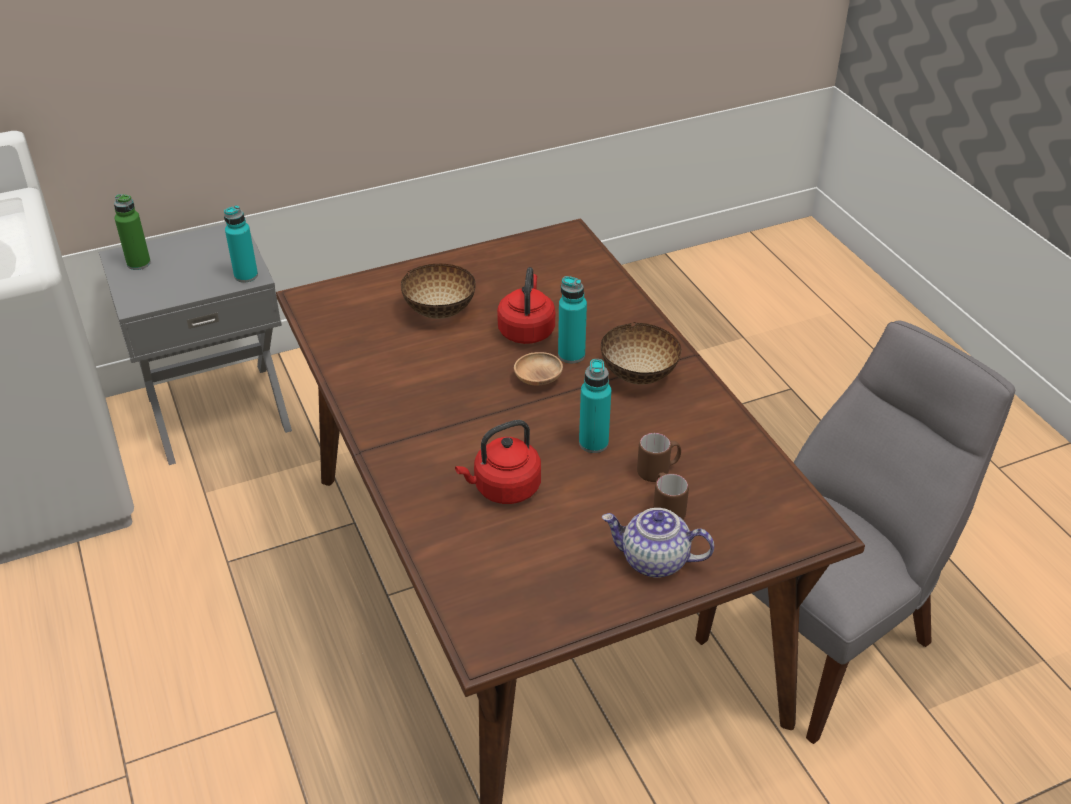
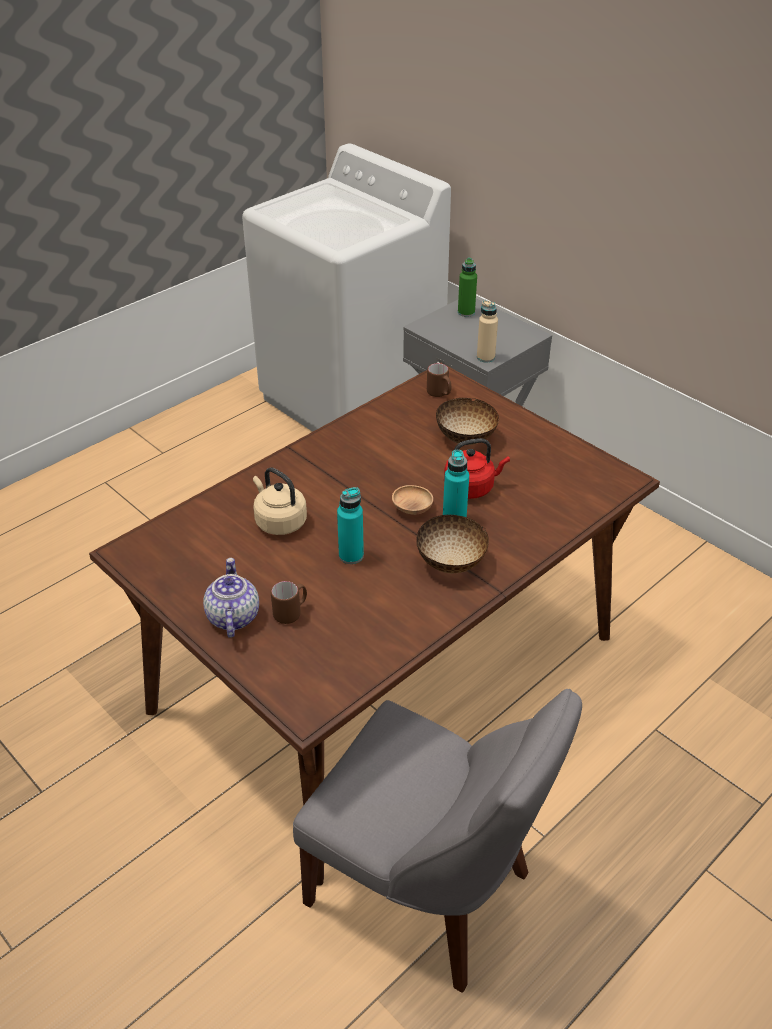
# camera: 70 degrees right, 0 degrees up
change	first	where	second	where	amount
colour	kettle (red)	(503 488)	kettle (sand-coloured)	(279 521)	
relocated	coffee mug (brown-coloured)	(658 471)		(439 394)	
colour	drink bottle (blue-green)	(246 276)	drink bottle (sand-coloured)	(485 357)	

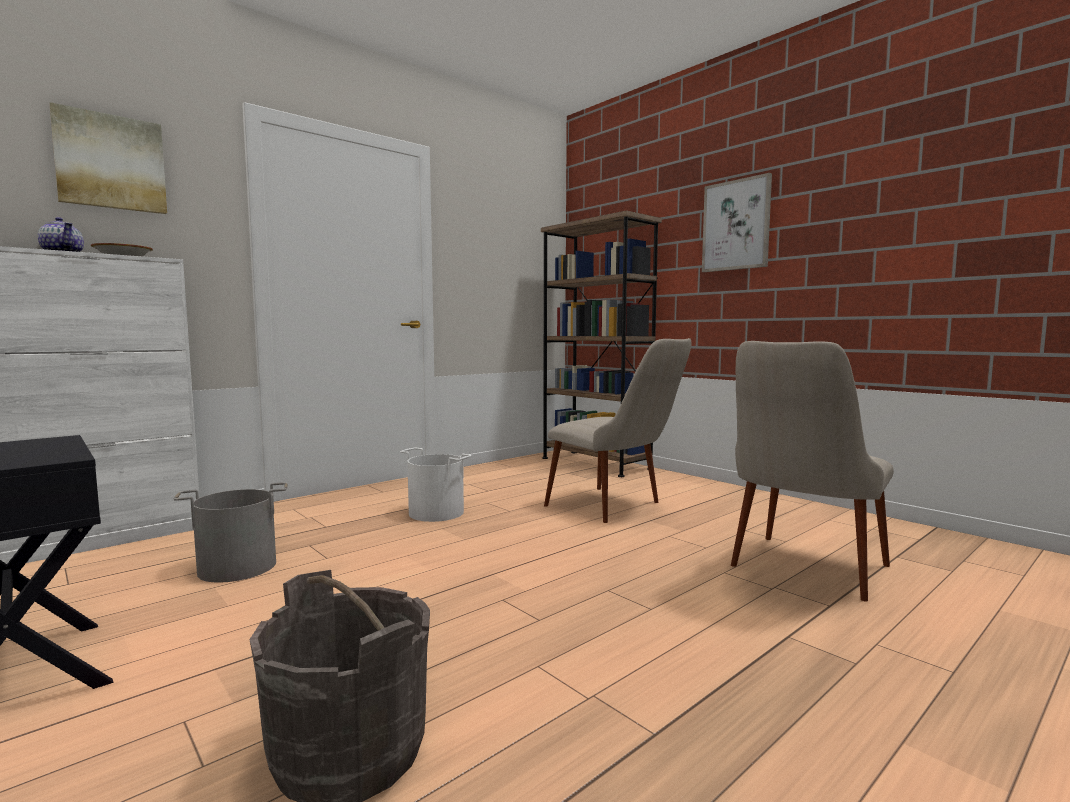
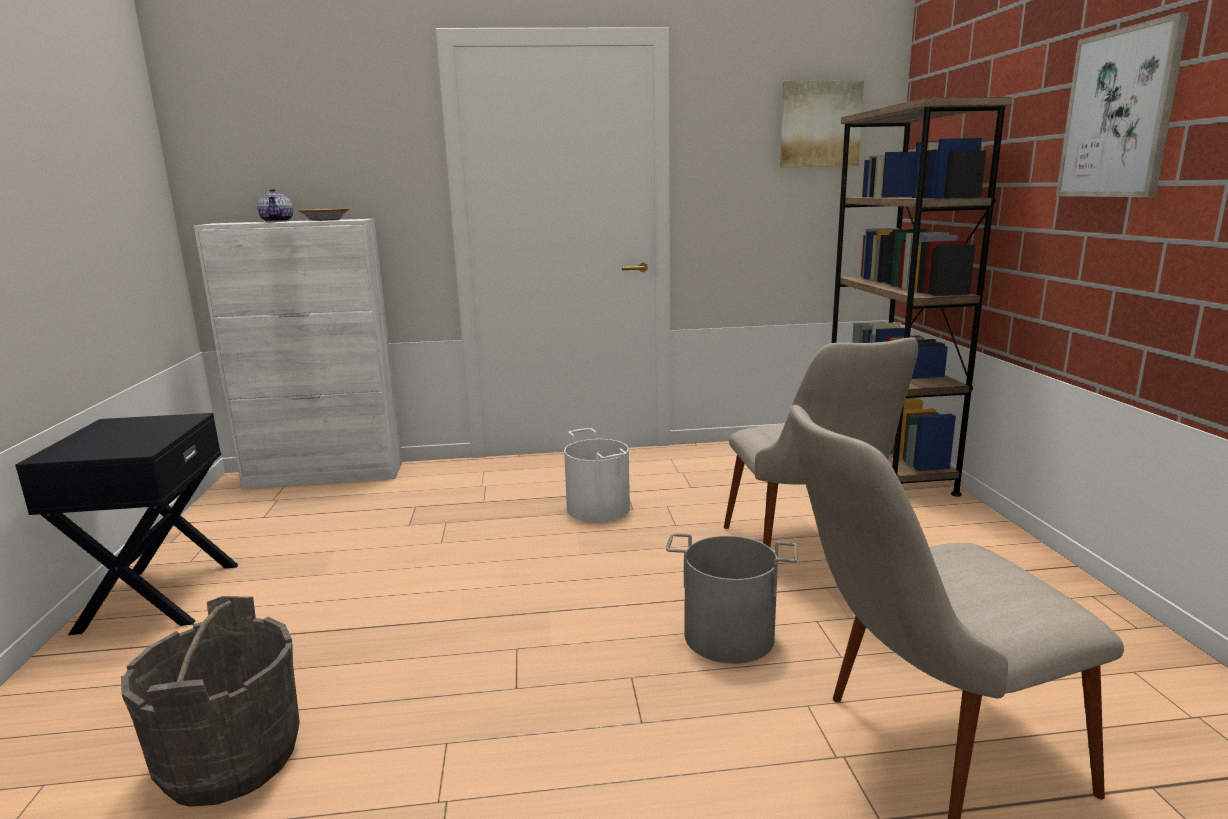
# camera: 35 degrees right, 10 degrees up
change	first	where	second	where	amount
relocated	bucket (grey)	(237 567)		(729 637)	
relocated	wall art	(111 162)		(819 124)	

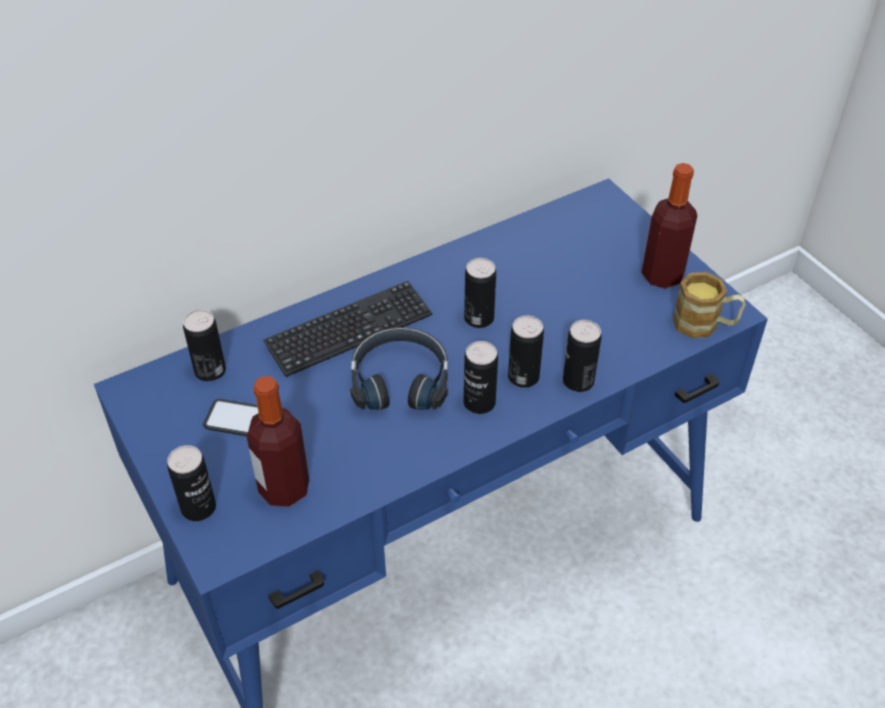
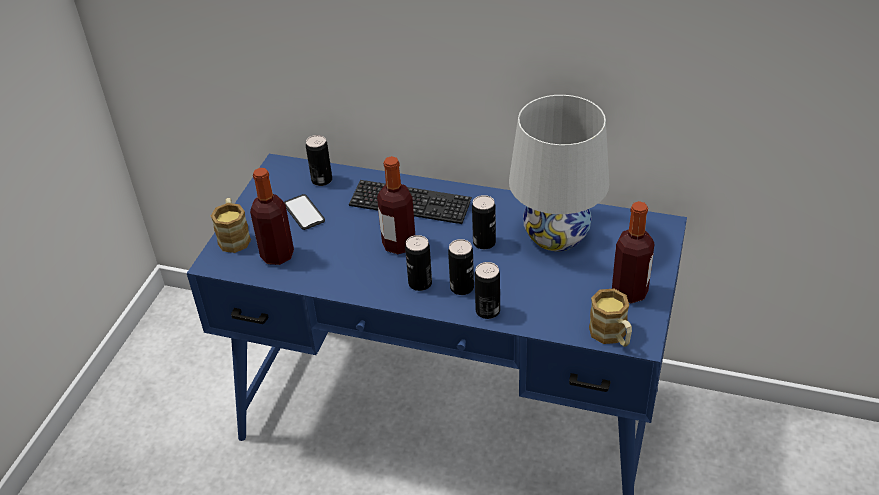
# camera: 50 degrees right, 5 degrees down
change	first	where	second	where	amount
exchanged	sealed can	(198 508)	coffee mug	(234 236)	
exchanged	headphones (black)	(400 379)	drink bottle	(399 244)	
appeared			lamp for a table (white)	(556 235)	

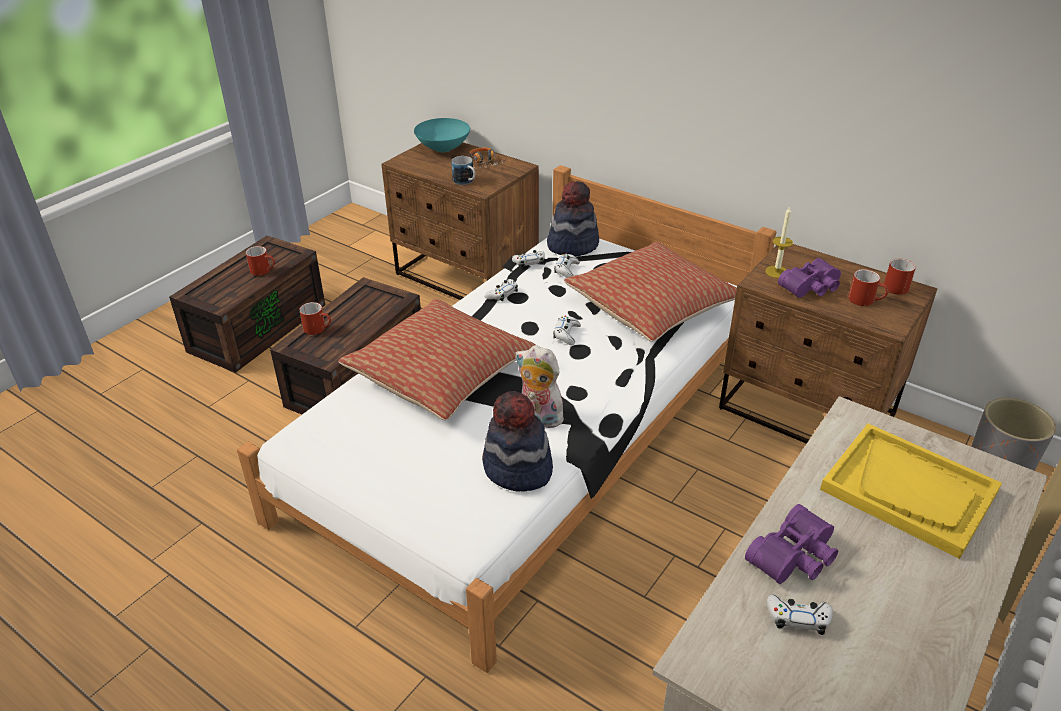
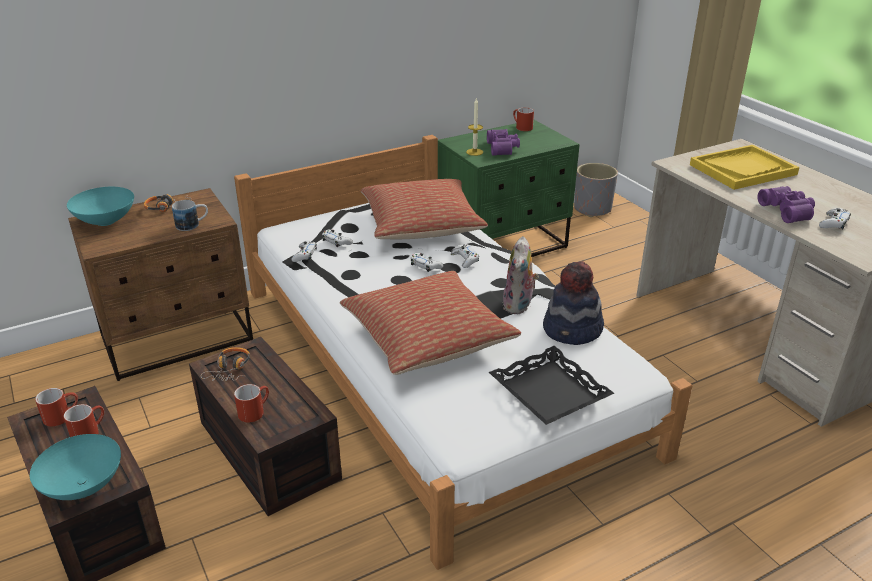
# camera: 65 degrees left, 5 degrees down
change	first	where	second	where	amount
appeared			serving bowl (blue-green)	(84 485)	
relocated	coffee mug (red)	(866 300)		(62 415)	
appeared			headphones	(230 370)	
colour	night table (brown-coloured)	(806 413)	night table (green-coloured)	(504 246)	
relocated	joypad (white)	(502 294)		(465 259)	
appeared			tray (black)	(550 392)	
spun	soft toy	(538 417)		(519 306)	45 degrees counterclockwise
missing	hat	(572 244)			

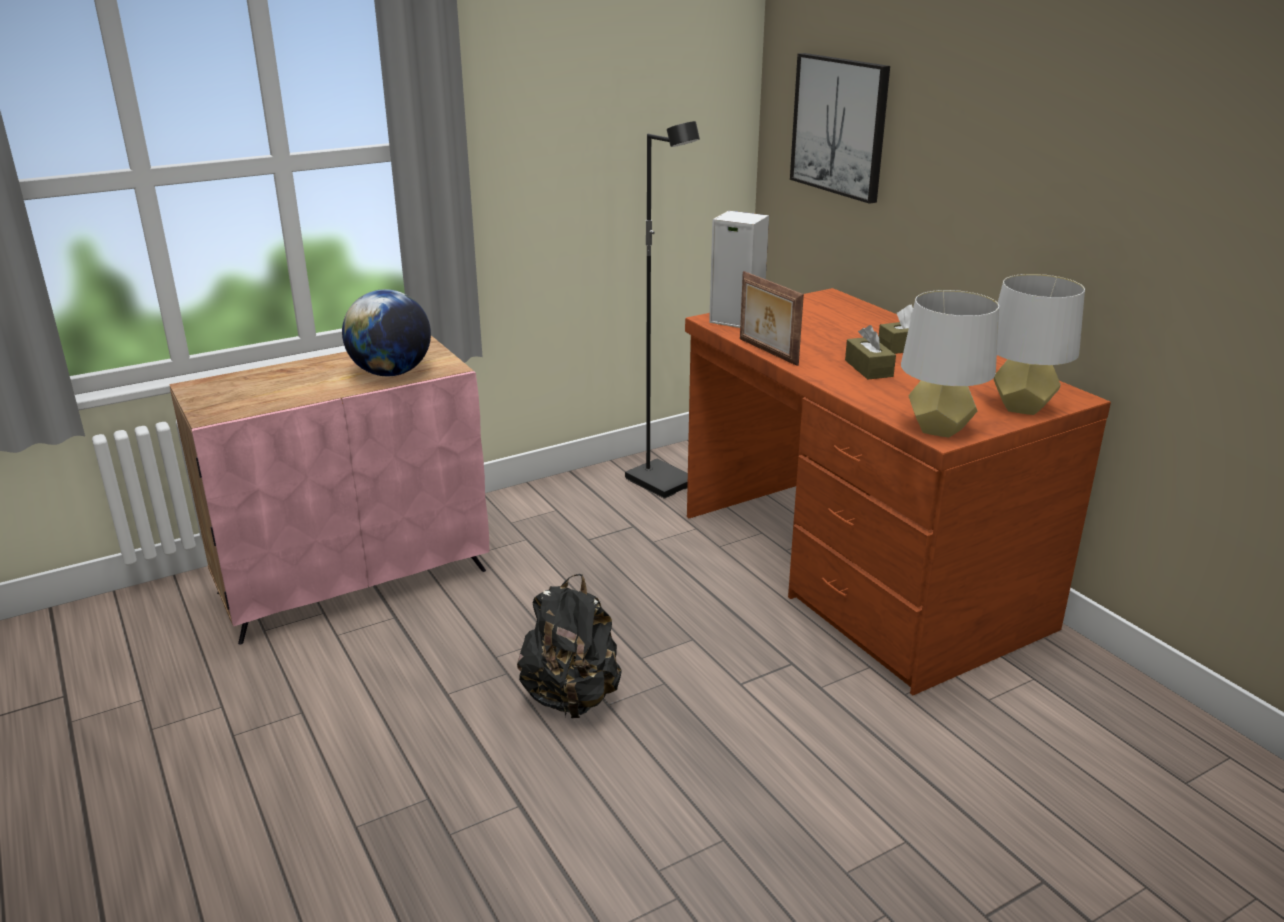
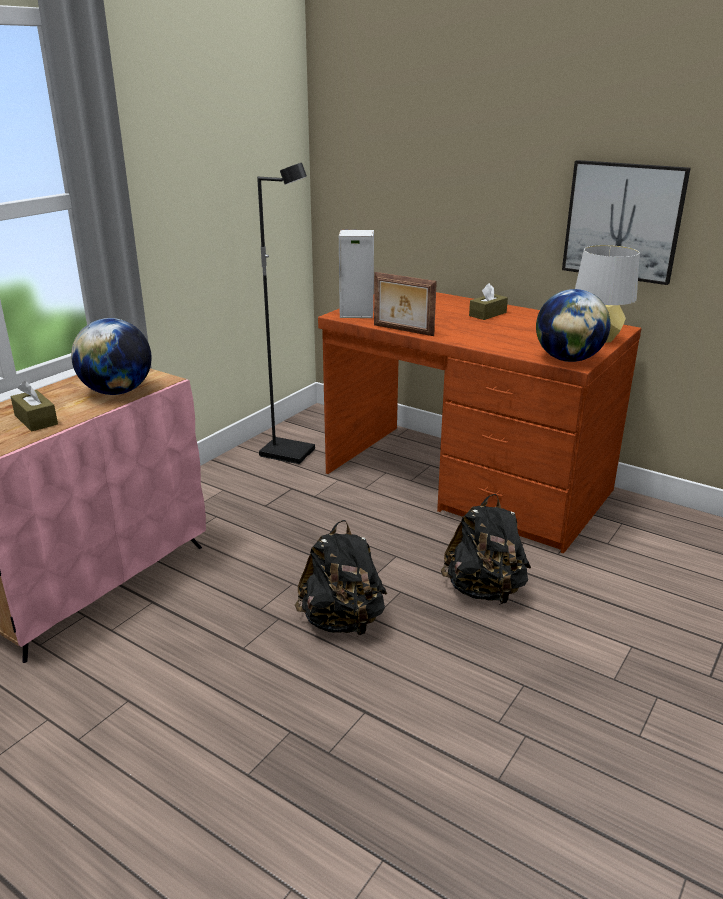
# camera: 25 degrees left, 0 degrees up
change	first	where	second	where	amount
relocated	tissue box (brown-coloured)	(868 368)		(36 420)	
appeared			rucksack (black)	(484 590)	
exchanged	lamp for a table (grey)	(939 428)	desk globe	(568 359)	
relocated	wall art	(840 126)		(623 221)	

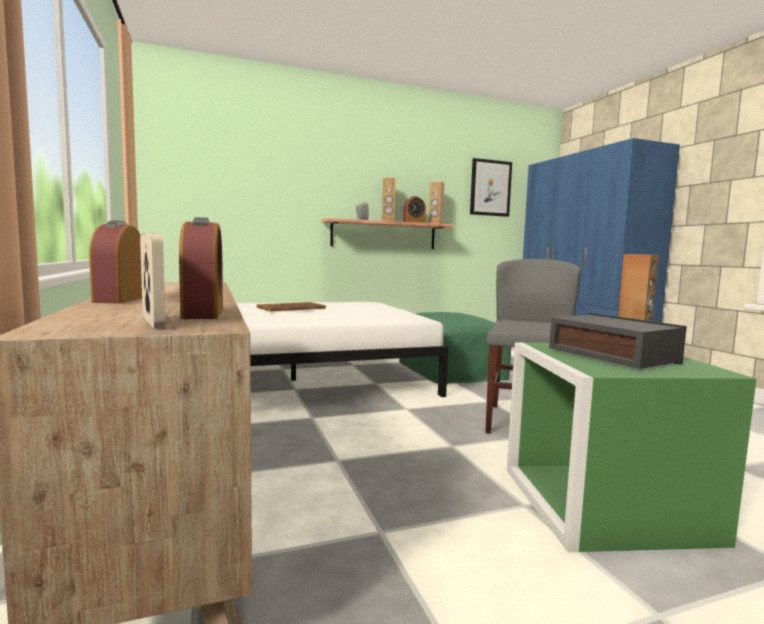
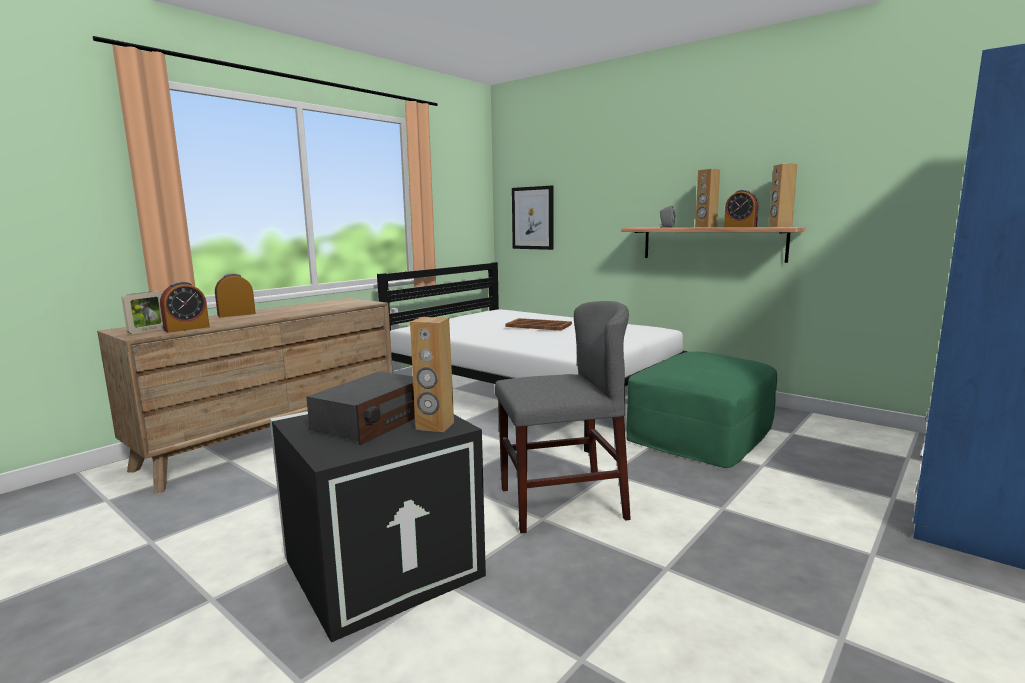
# camera: 60 degrees right, 5 degrees up
change	first	where	second	where	amount
colour	storage box (green-coloured)	(600 502)	storage box (black)	(383 564)	
relocated	wall art	(490 188)		(533 218)	

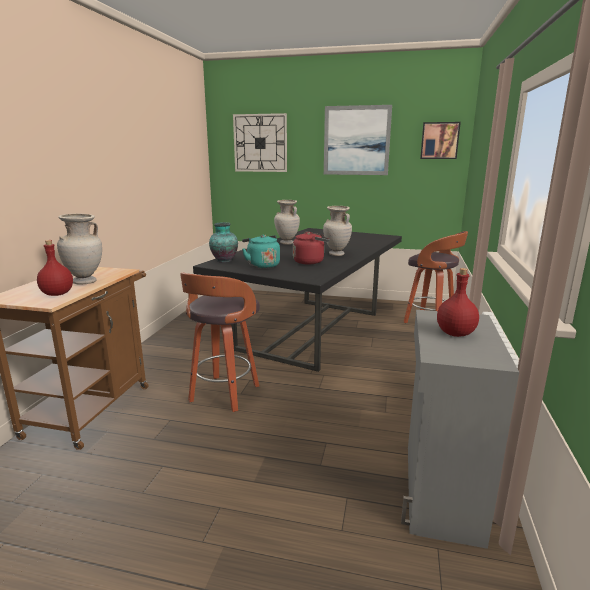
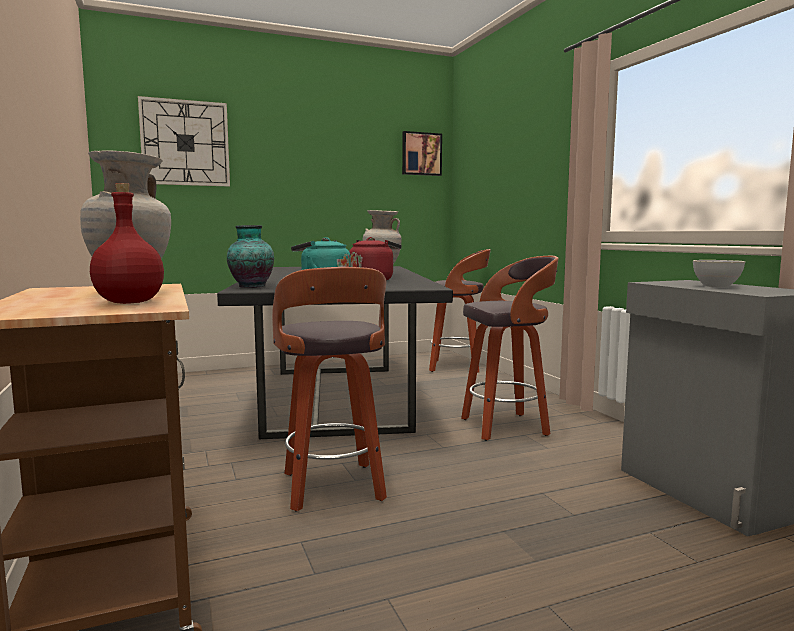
# camera: 35 degrees left, 10 degrees down
change	first	where	second	where	amount
appeared			sitting stool	(506 427)	
exchanged	drink bottle (red)	(455 334)	serving bowl (grey)	(716 286)	
missing	decorative vase (sand-coloured)	(286 243)			
missing	wall art	(356 140)			

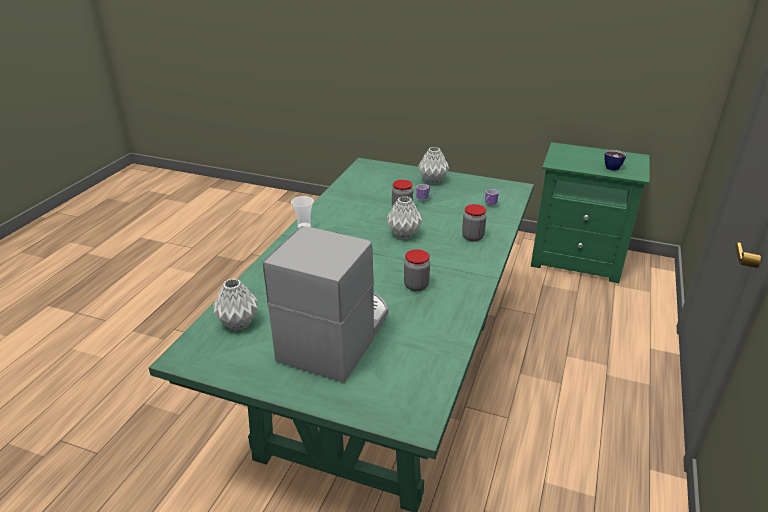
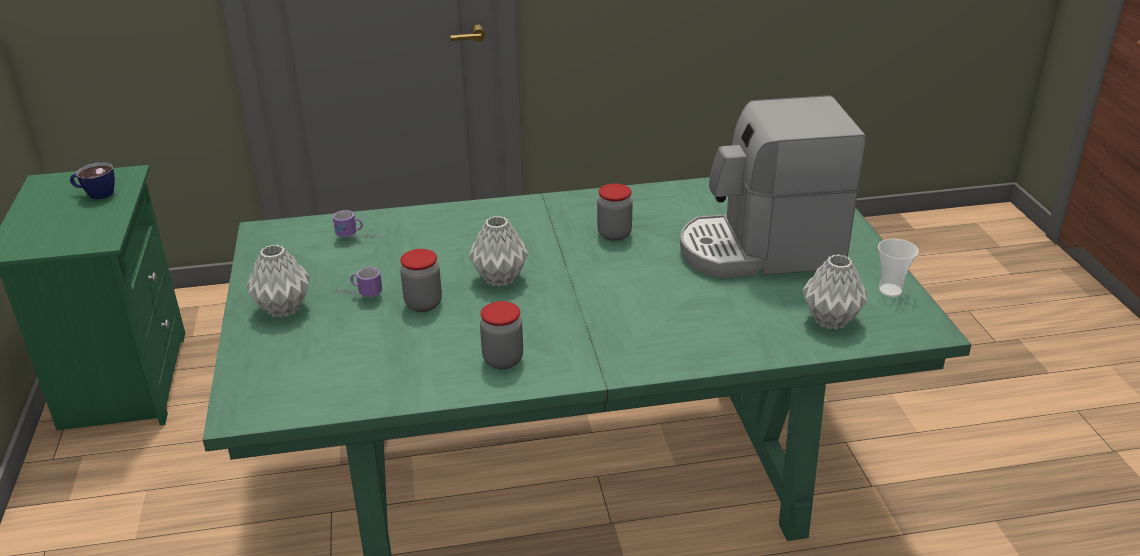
# camera: 120 degrees left, 0 degrees up
change	first	where	second	where	amount
relocated	jar	(472 237)		(503 360)	
relocated	drinking cup	(304 226)		(890 290)	

